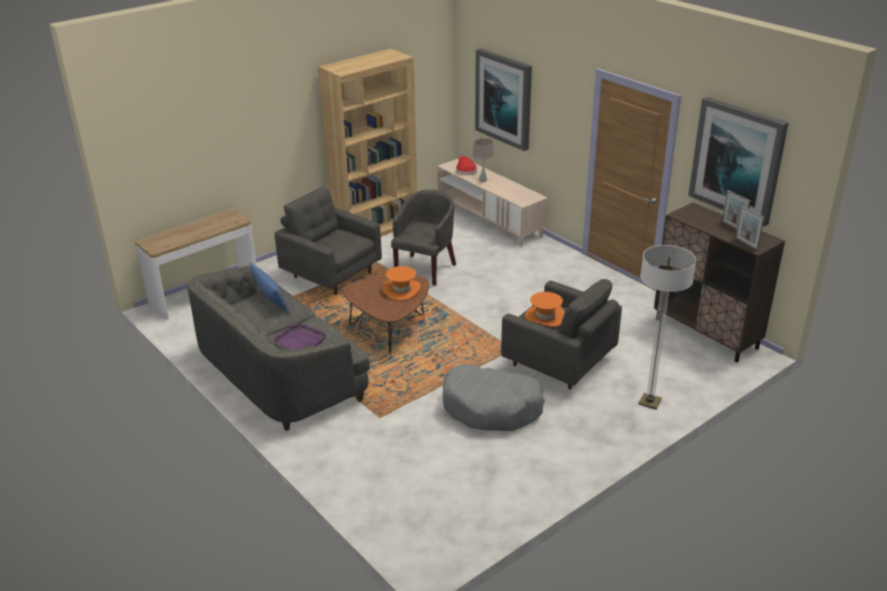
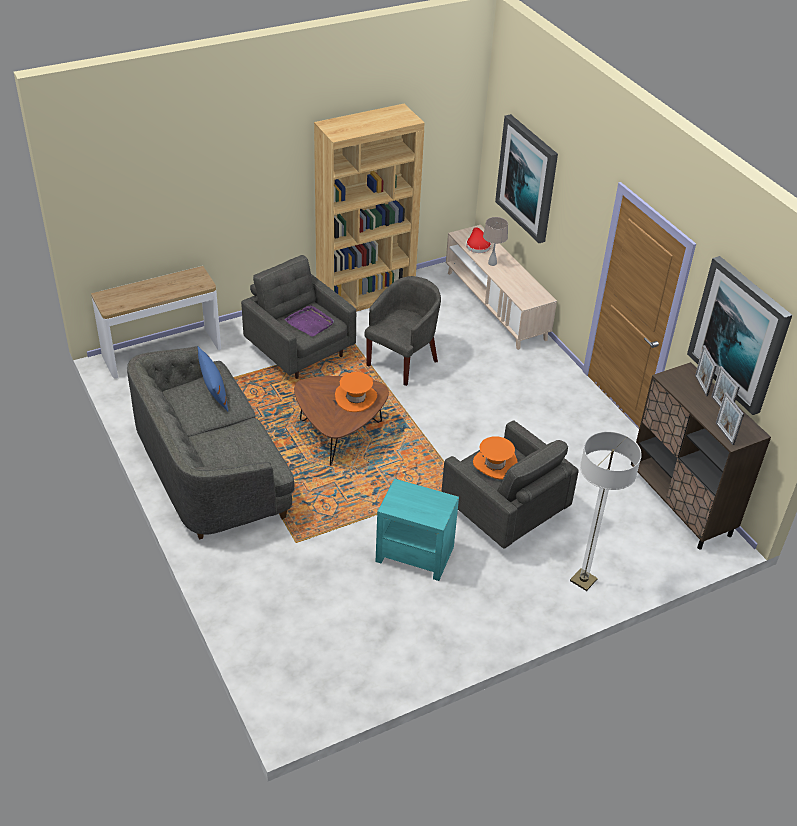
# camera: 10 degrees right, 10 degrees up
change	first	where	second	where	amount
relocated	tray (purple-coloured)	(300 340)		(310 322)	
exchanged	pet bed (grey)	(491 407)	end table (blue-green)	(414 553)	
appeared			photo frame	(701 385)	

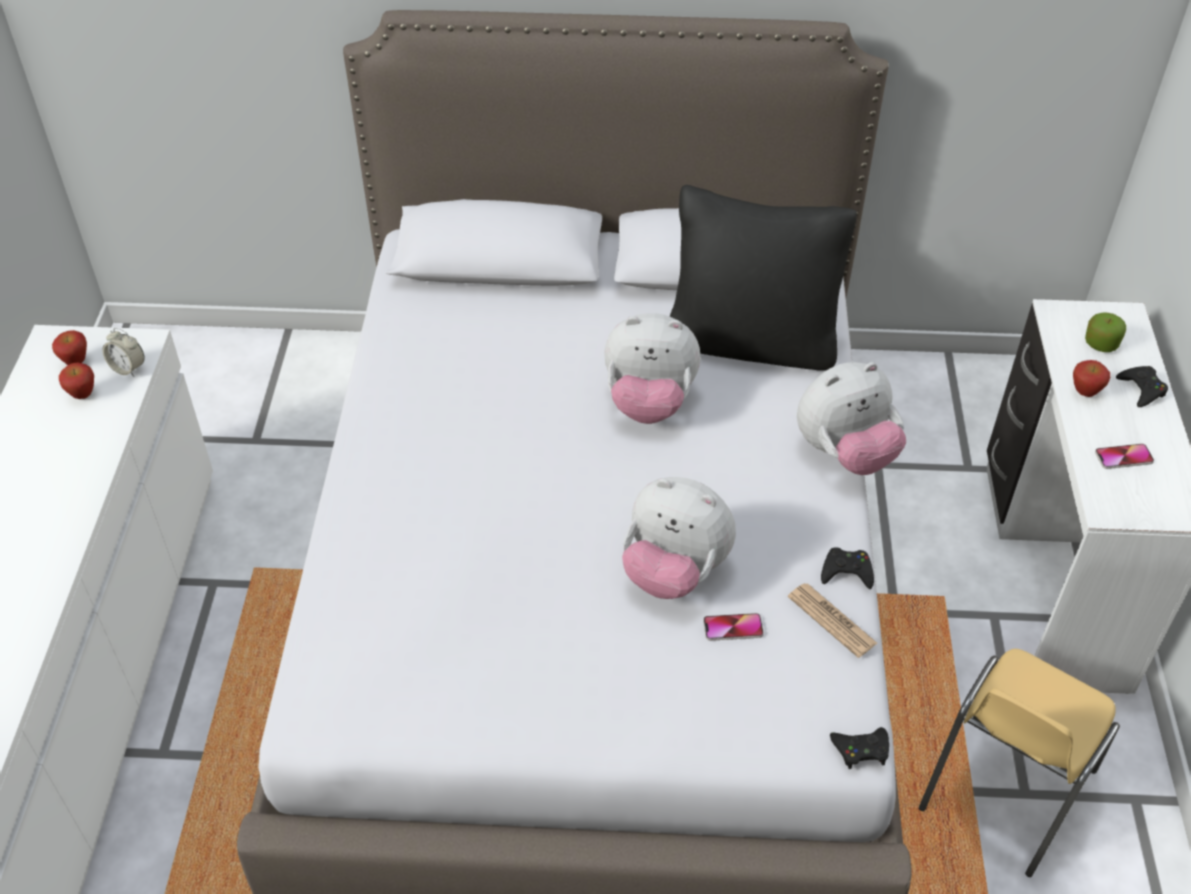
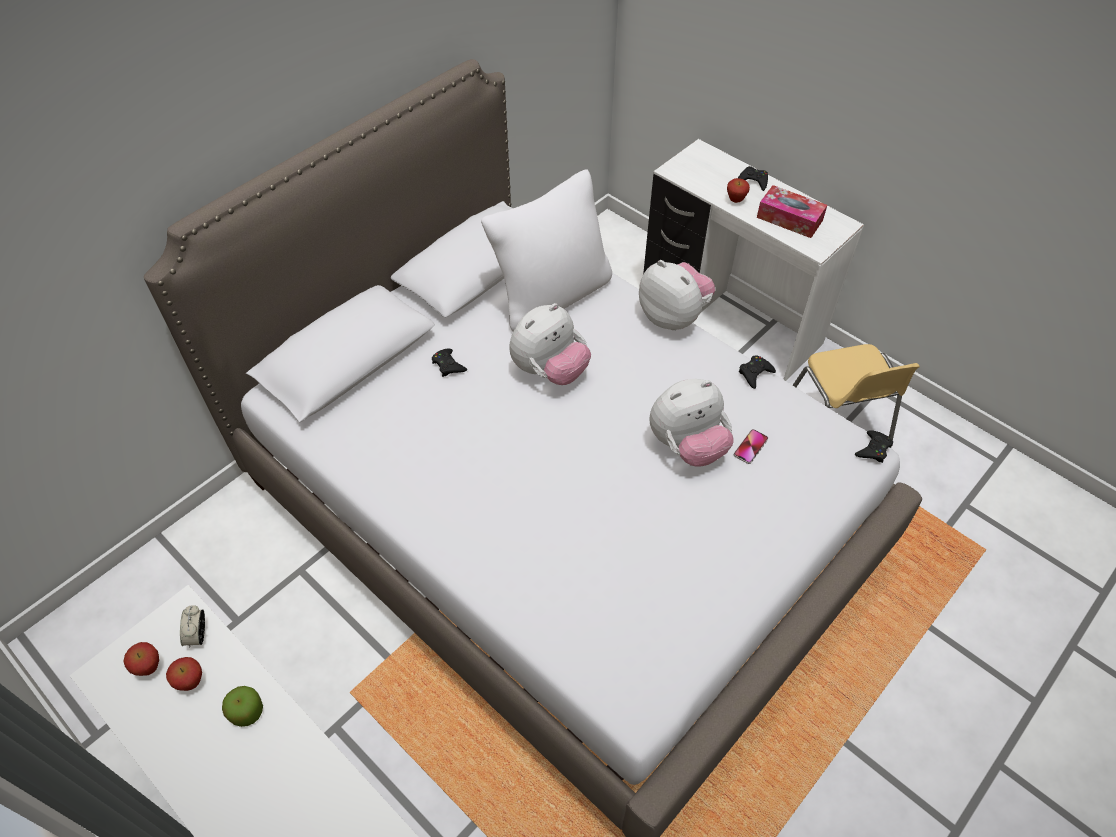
# camera: 50 degrees left, 5 degrees up
change	first	where	second	where	amount
spun	table clock	(128 368)		(198 635)	105 degrees clockwise
relocated	whole apple	(1100 344)		(247 712)	
appeared			joypad (black)	(448 365)	
colour	pillow (black)	(751 341)	pillow (white)	(551 296)	
spun	soft toy	(845 453)		(673 316)	60 degrees counterclockwise
exchanged	phone	(1123 457)	tissue box	(789 219)	
missing	printed paper	(831 620)			

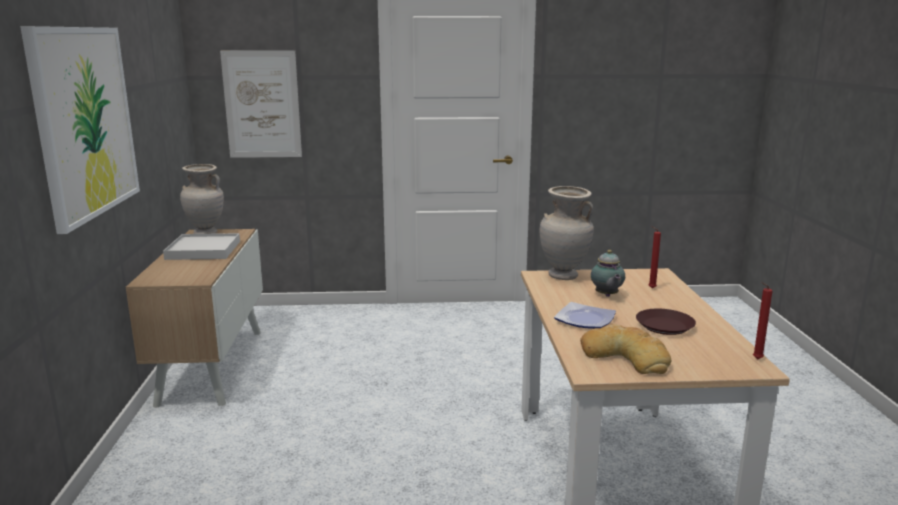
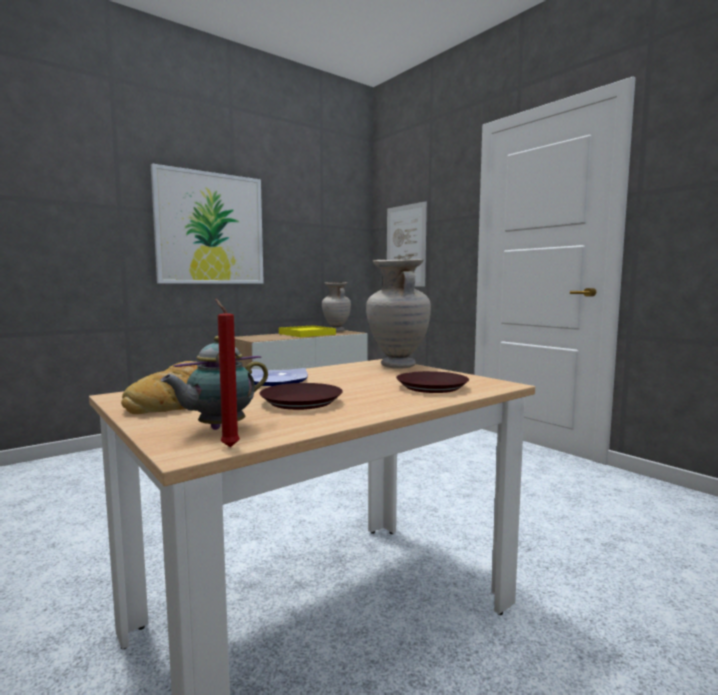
# camera: 55 degrees right, 10 degrees down
change	first	where	second	where	amount
relocated	teapot	(606 295)		(218 428)	
colour	tray (white)	(204 250)	tray (yellow-coloured)	(307 334)	
exchanged	wax light (red)	(650 288)	plate (brown-coloured)	(432 387)	

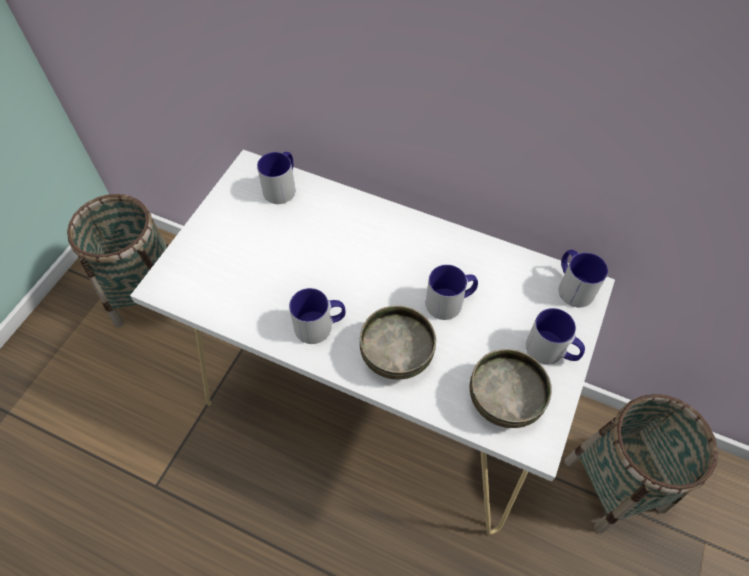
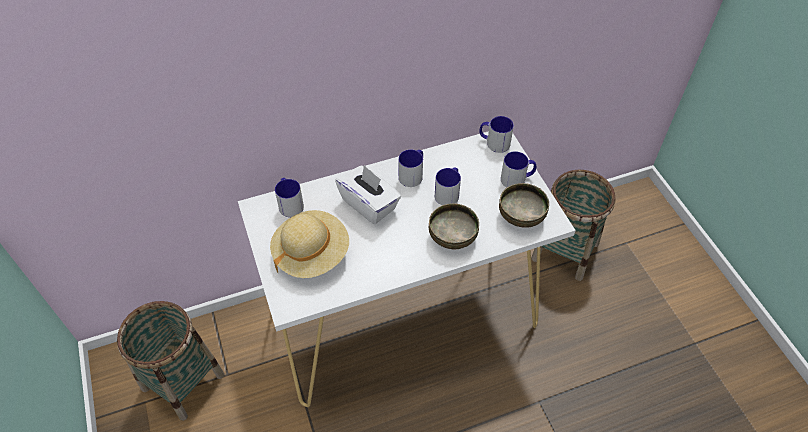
# camera: 45 degrees left, 5 degrees down
change	first	where	second	where	amount
appeared			hat (sand-coloured)	(311 254)	
appeared			tissue box (white)	(369 204)	
relocated	coffee mug	(320 326)		(413 174)	

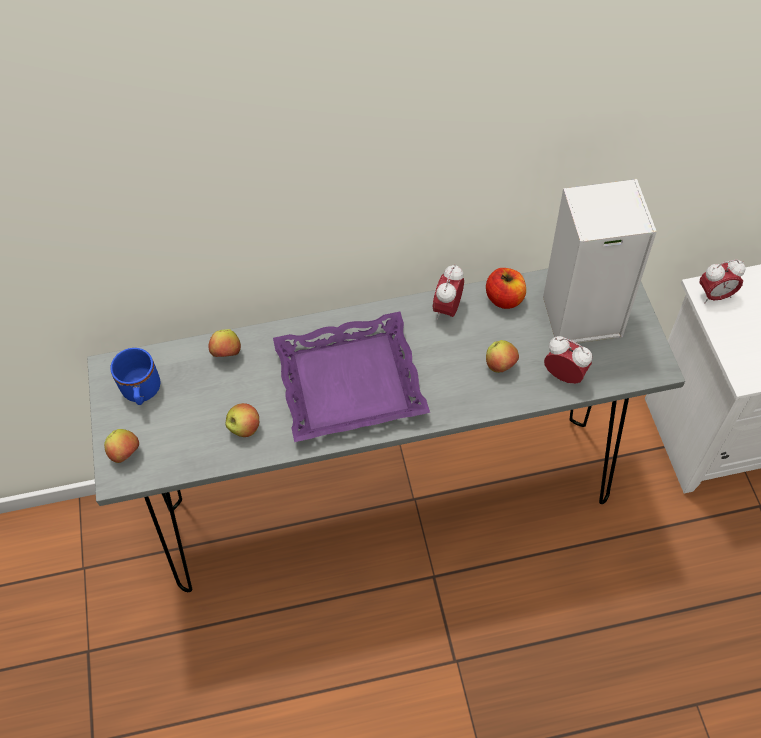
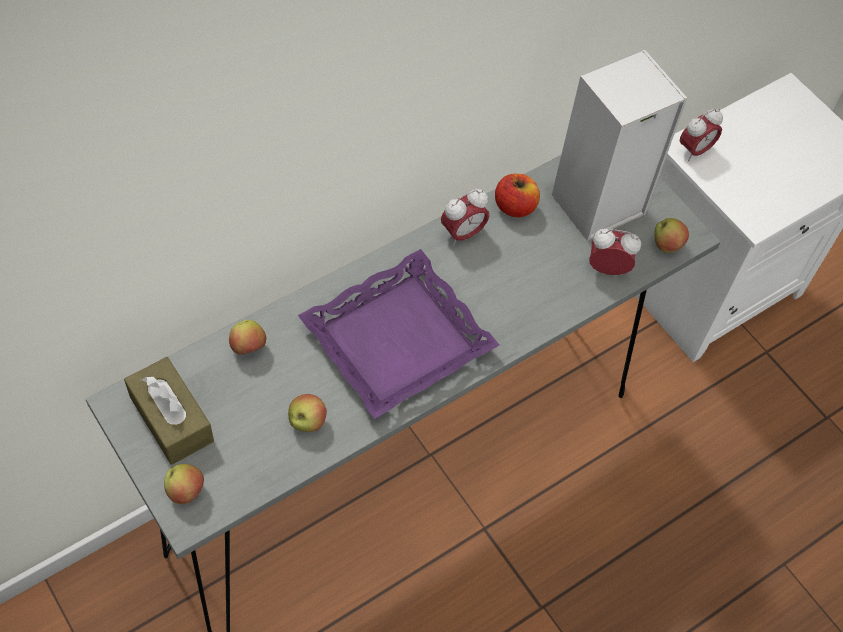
# camera: 30 degrees left, 0 degrees up
change	first	where	second	where	amount
exchanged	coffee mug (blue)	(142 392)	tissue box (brown-coloured)	(171 419)	
spun	table clock	(447 309)		(462 233)	120 degrees counterclockwise
relocated	whole apple	(500 365)		(666 245)	

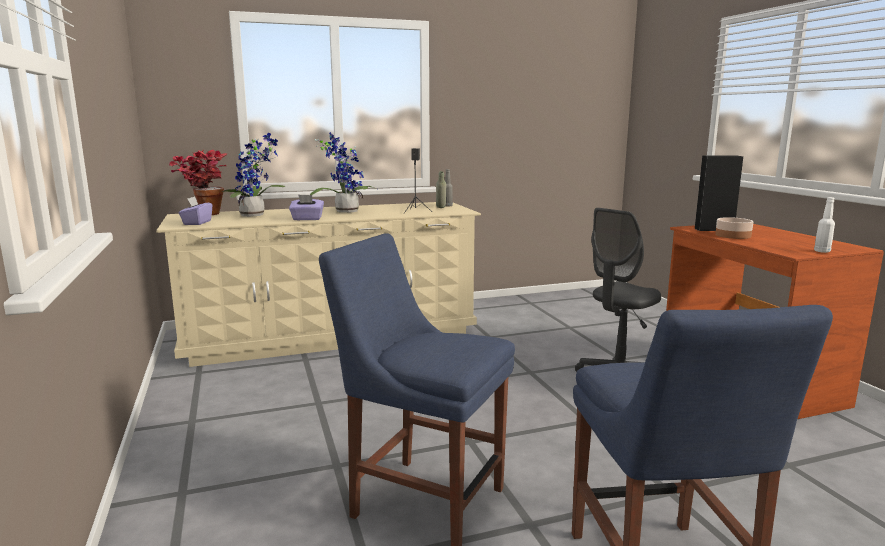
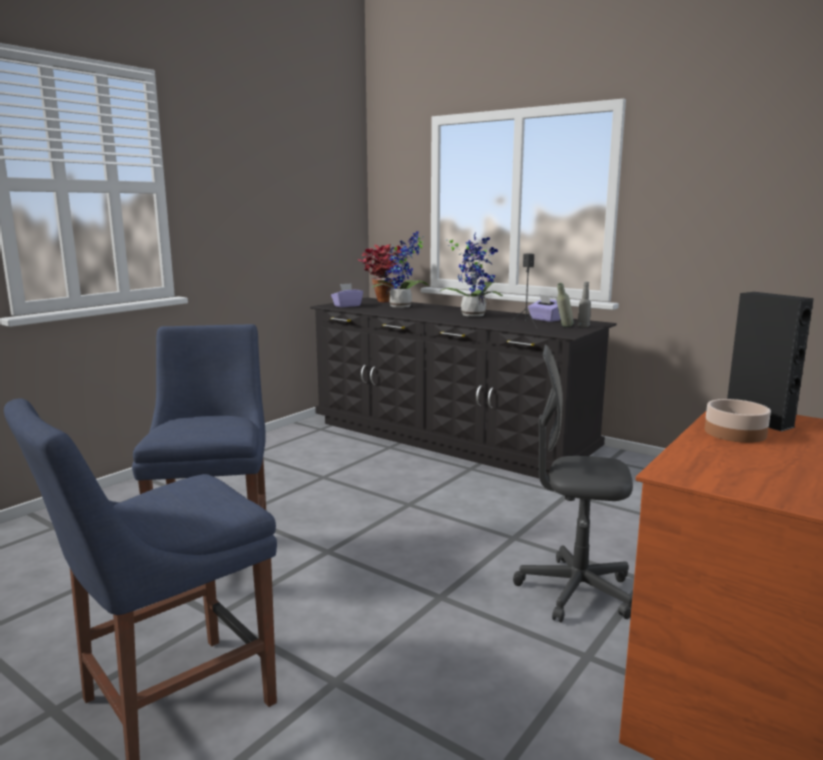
# camera: 55 degrees right, 0 degrees up
change	first	where	second	where	amount
colour	chest of drawers (sand-coloured)	(331 335)	chest of drawers (black)	(449 438)	
relocated	tissue box (purple-coloured)	(307 219)		(545 319)	
missing	drink bottle (white)	(822 251)			

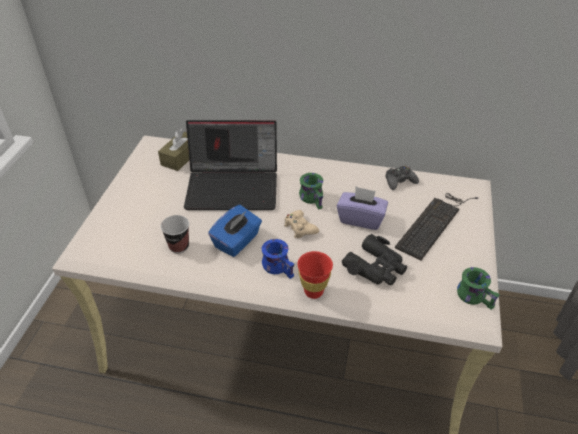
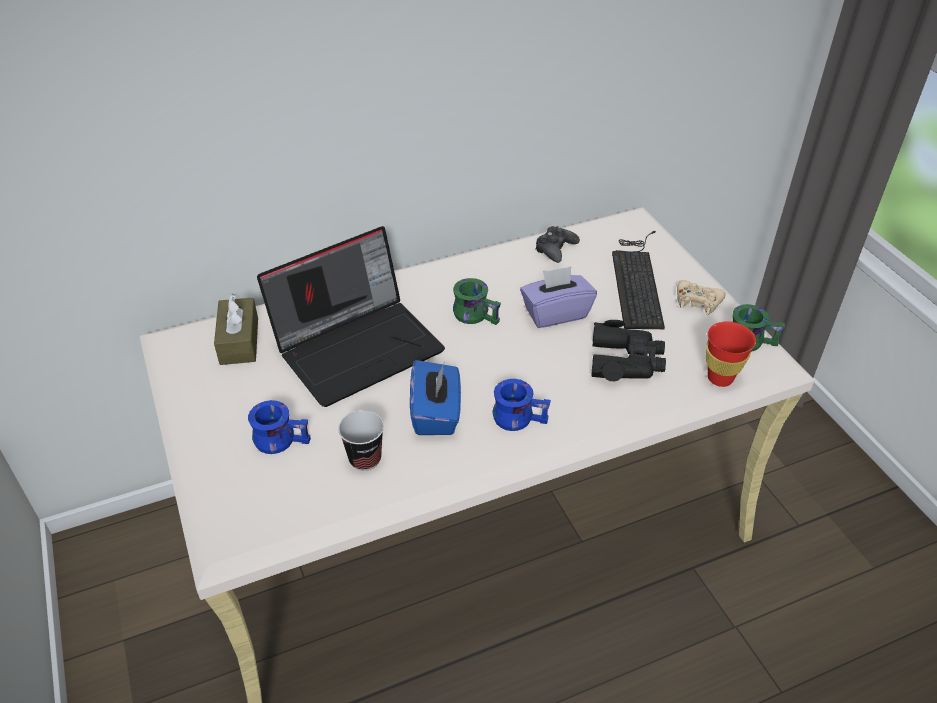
# camera: 35 degrees left, 0 degrees up
change	first	where	second	where	amount
appeared			coffee mug (blue)	(281 437)	
relocated	joypad (sand-coloured)	(300 228)		(697 302)	
relocated	drinking cup (red)	(313 291)		(720 378)	

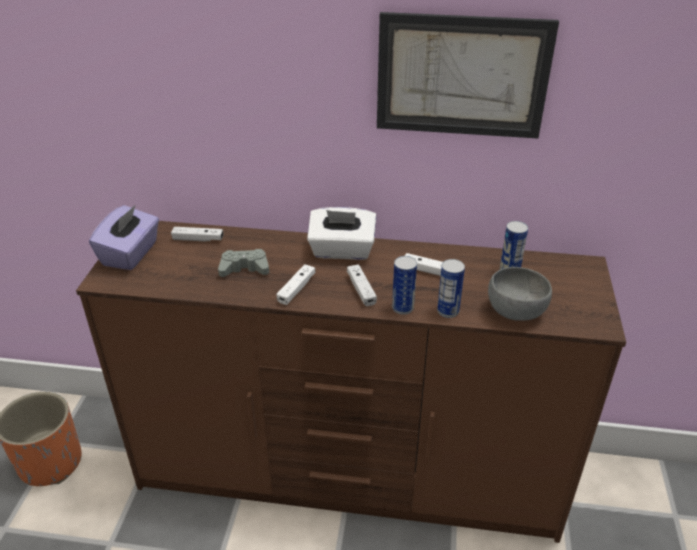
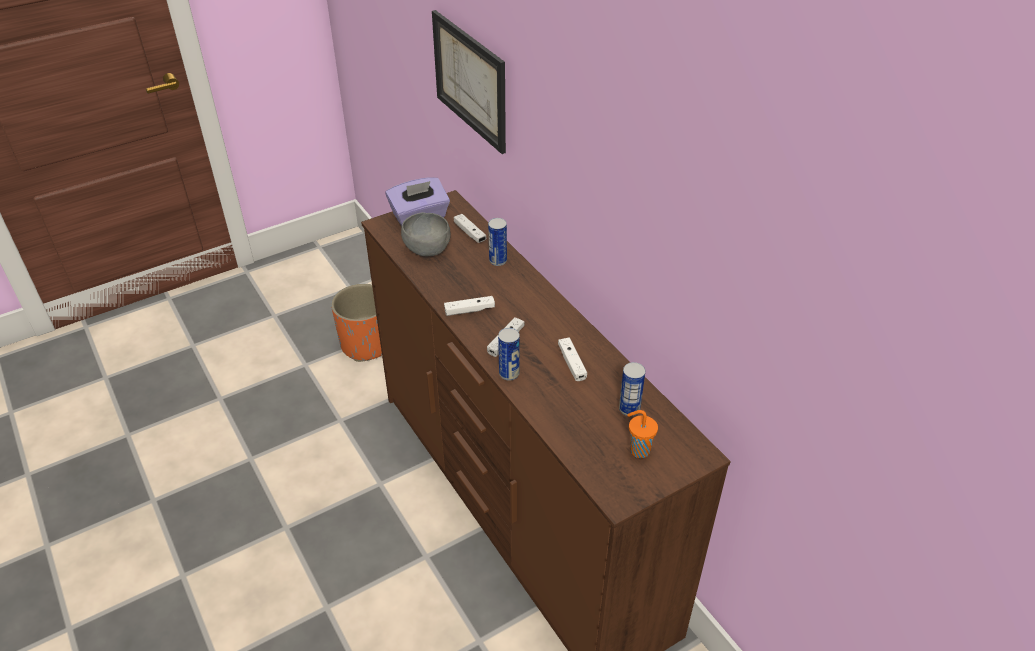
# camera: 50 degrees right, 5 degrees up
change	first	where	second	where	amount
relocated	serving bowl (grey)	(515 312)		(427 249)	
relocated	wall art	(462 76)		(470 80)	
relocated	sealed can	(448 311)		(498 261)	
appeared			drinking cup (orange-coloured)	(638 450)	
missing	joypad (grey)	(244 269)			
missing	tissue box (white)	(342 251)			

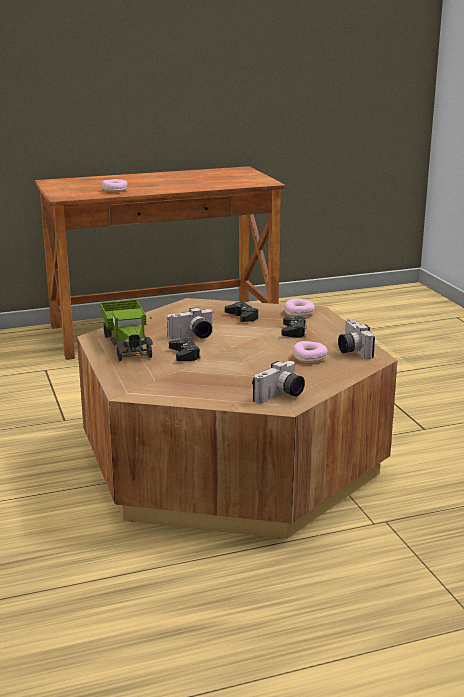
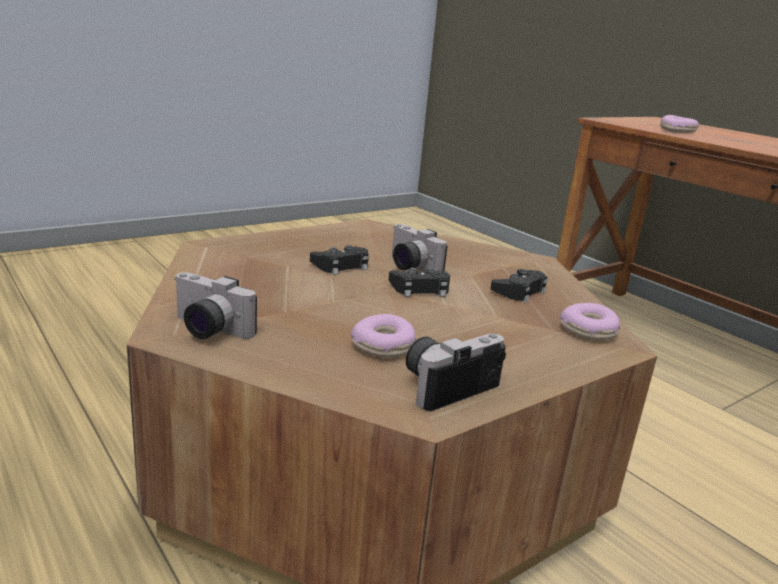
# camera: 70 degrees right, 0 degrees up
change	first	where	second	where	amount
relocated	joypad (black)	(294 331)		(420 289)	
missing	model truck	(128 343)			

